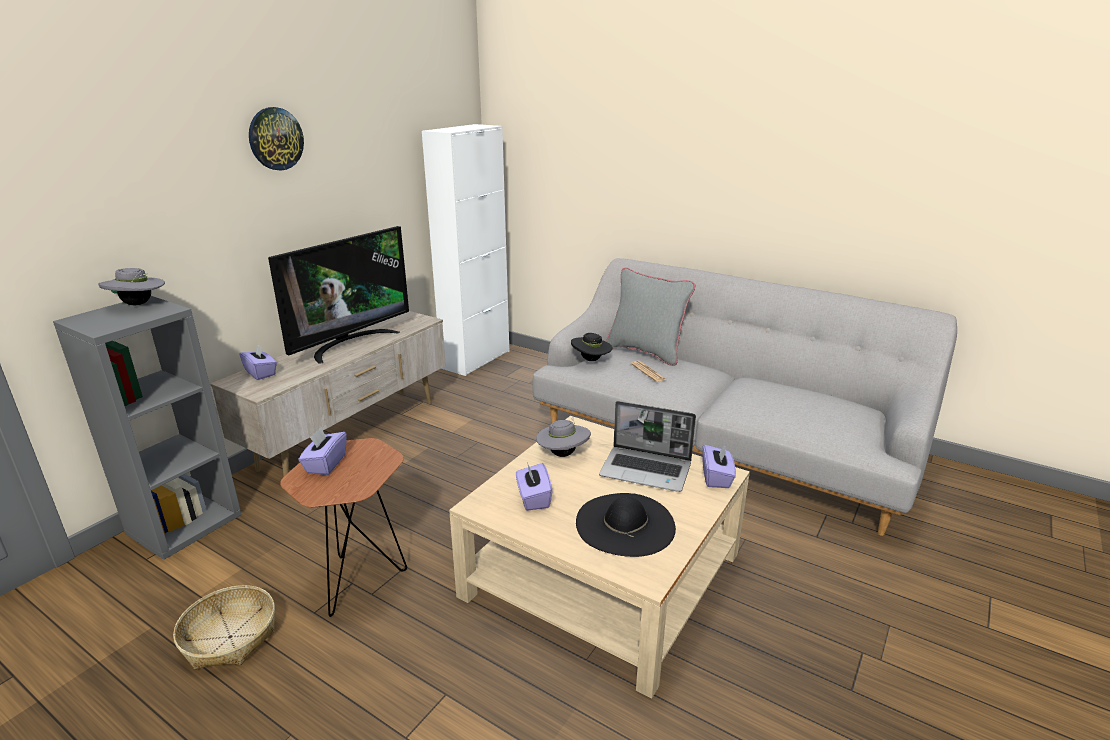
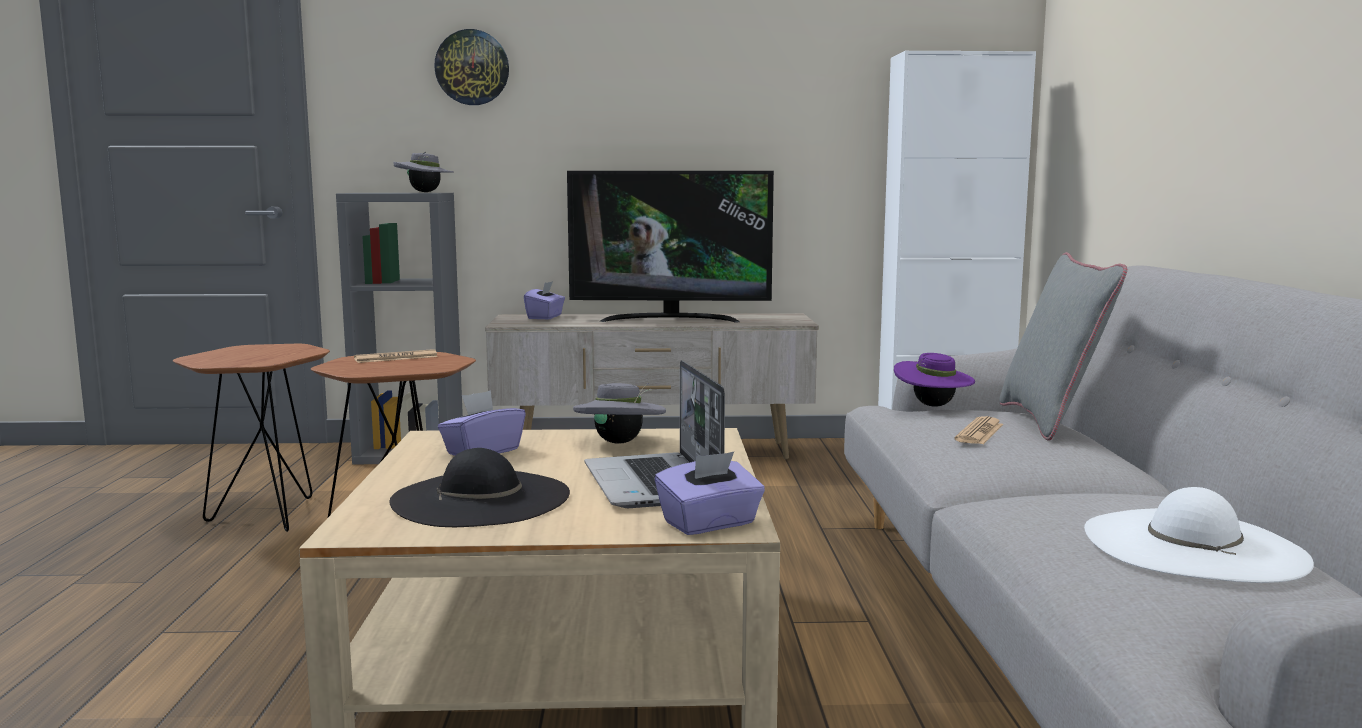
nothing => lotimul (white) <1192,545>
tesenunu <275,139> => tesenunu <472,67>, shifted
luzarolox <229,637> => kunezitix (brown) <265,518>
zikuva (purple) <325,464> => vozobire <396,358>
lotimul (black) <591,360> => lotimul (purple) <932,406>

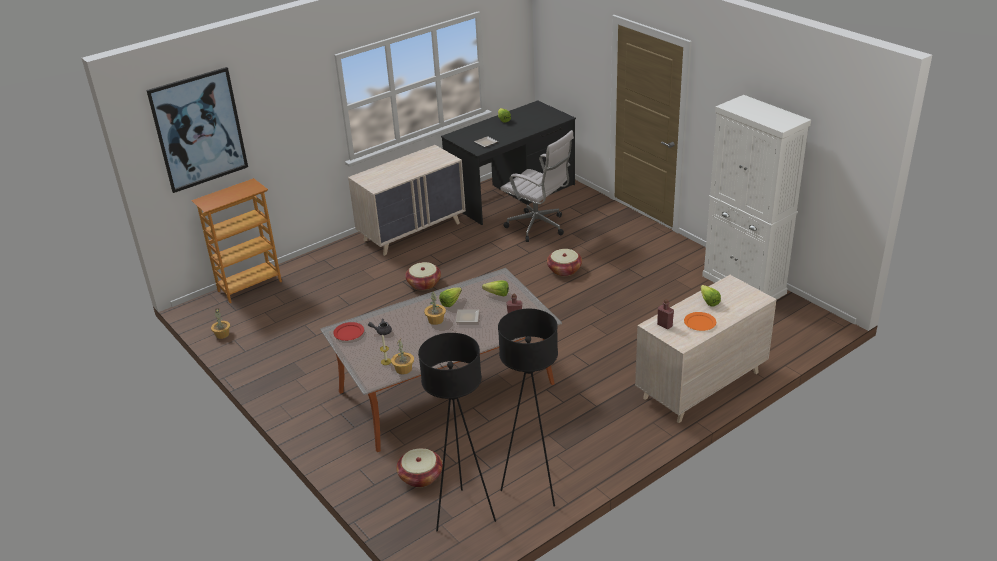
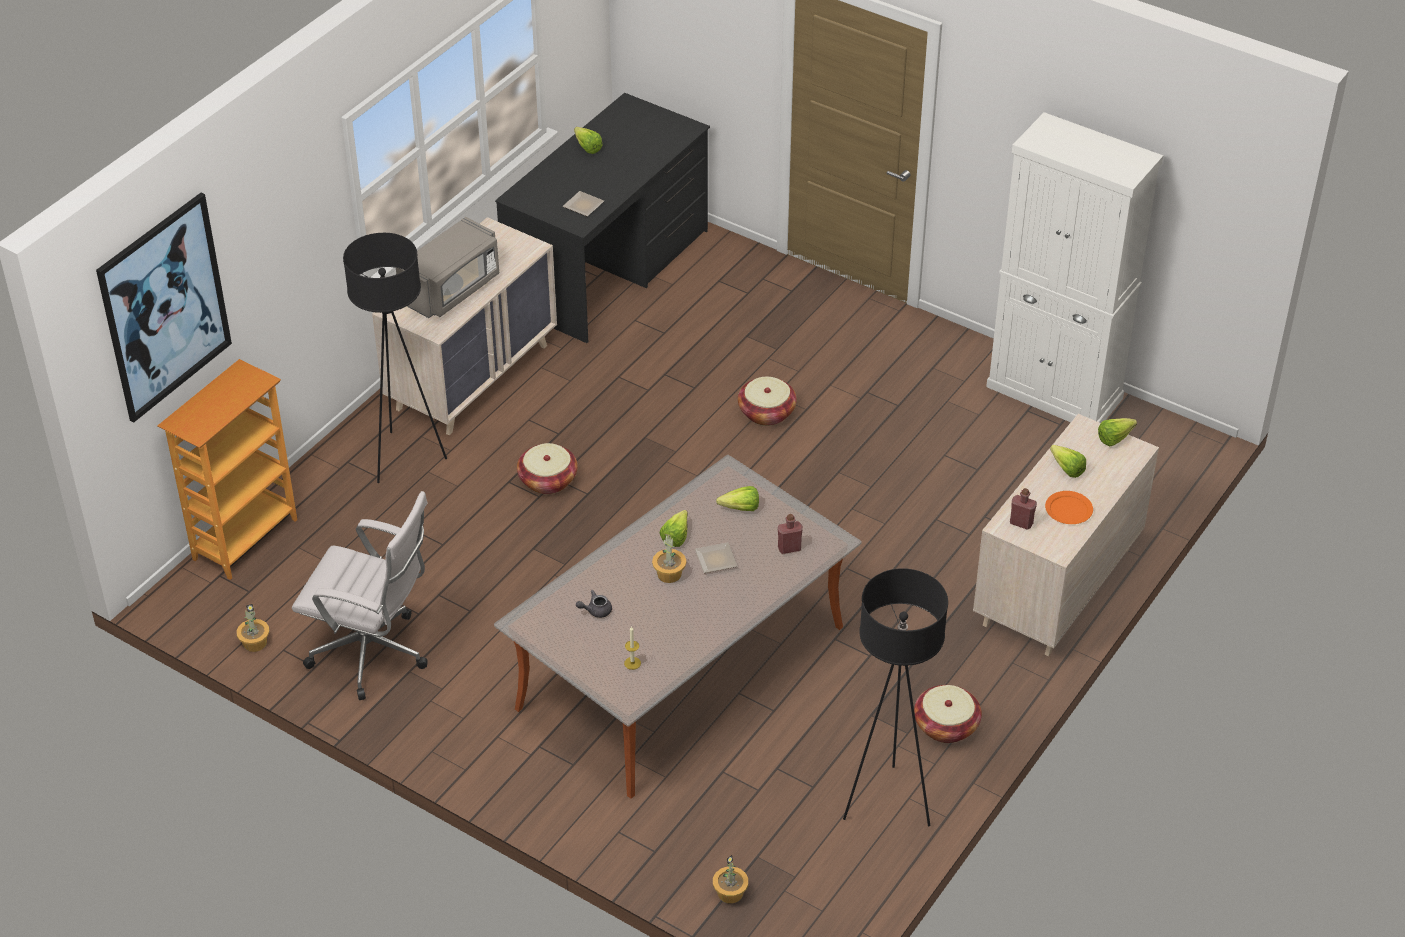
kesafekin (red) <348,333> => nothing
nothing => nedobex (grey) <452,289>
nothing => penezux <1117,438>
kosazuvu <404,369> => kosazuvu <730,893>, shifted
luzarolox <420,476> => luzarolox <946,726>, shifted
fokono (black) <463,514> => fokono (black) <404,458>, shifted
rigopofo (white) <539,227> => rigopofo (white) <374,655>, shifted

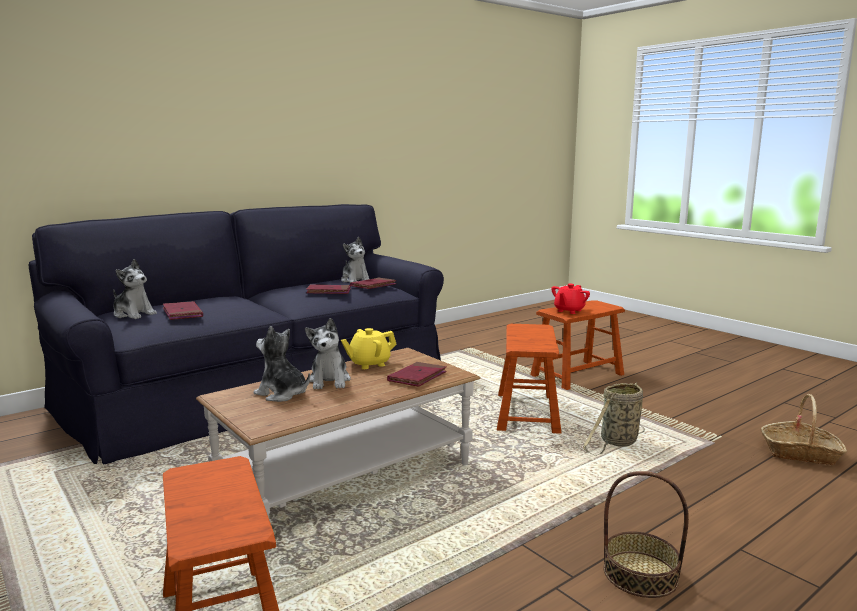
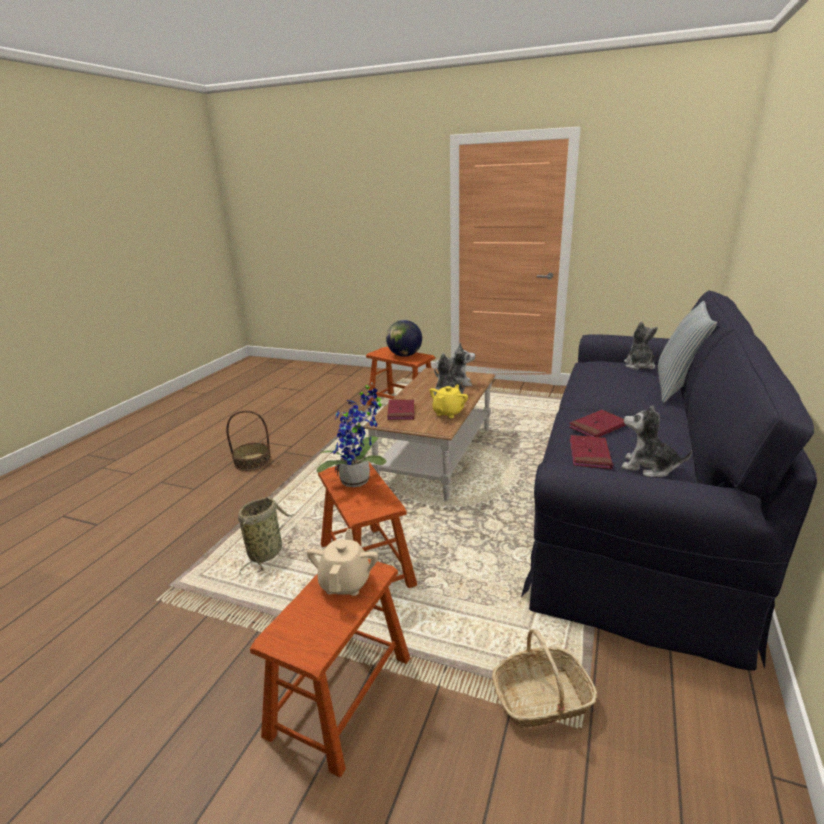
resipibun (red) <182,313> => nothing
nothing => kosazuvu <359,481>
nothing => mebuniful <404,355>
nothing => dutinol <677,388>
luzarolox <800,453> => luzarolox <541,699>, shifted
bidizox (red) <569,311> => bidizox (beige) <345,583>
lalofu <134,314> => lalofu <639,366>, 90 degrees clockwise

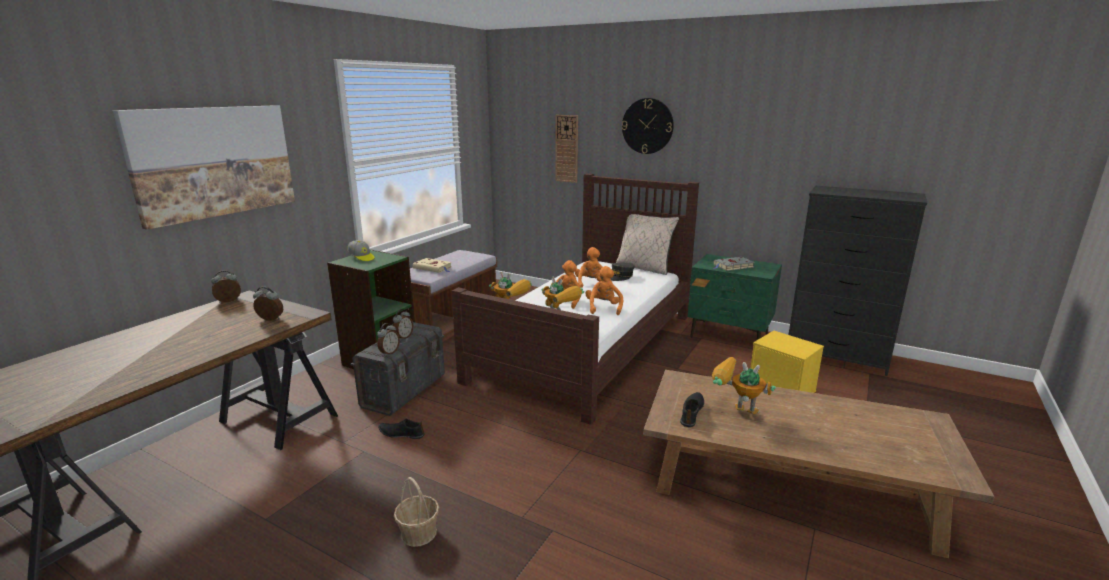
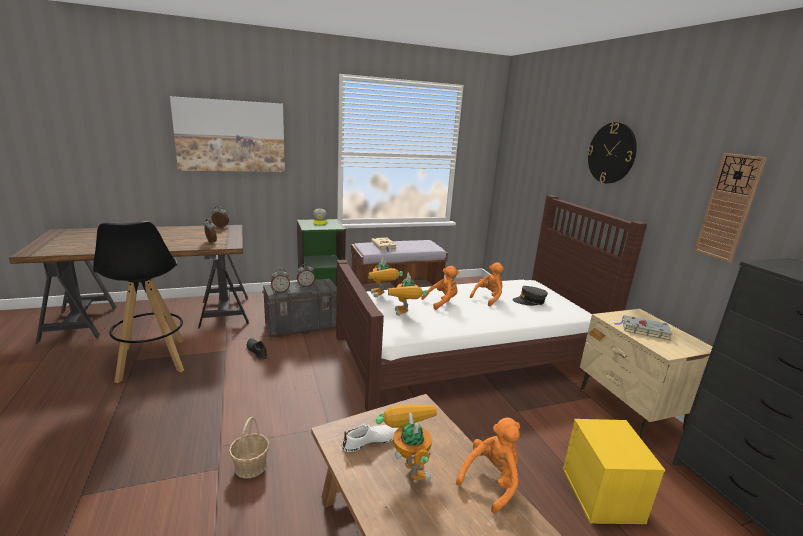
dutinol (beige) <644,268> => nothing
nothing => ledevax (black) <152,360>
luzarolox <419,532> => luzarolox <251,466>, shifted
tesenunu <566,149> => tesenunu <728,207>, shifted
lalofu (orange) <604,308> => lalofu (orange) <491,481>, shifted
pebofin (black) <692,413> => pebofin (white) <371,441>
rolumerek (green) <729,335> => rolumerek (beige) <629,410>

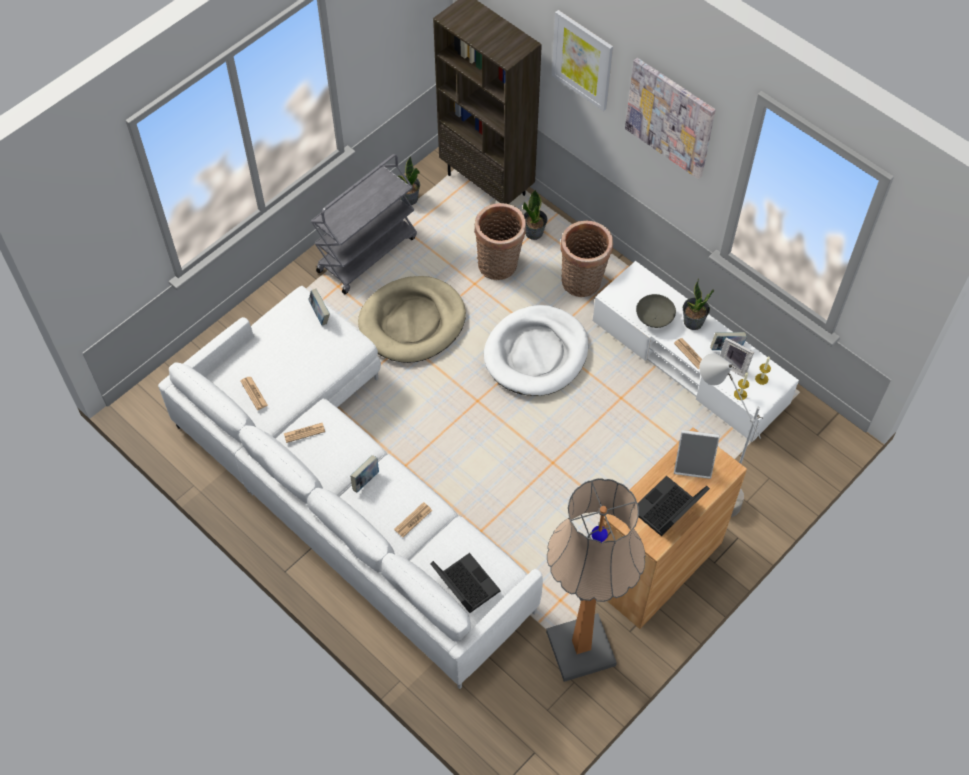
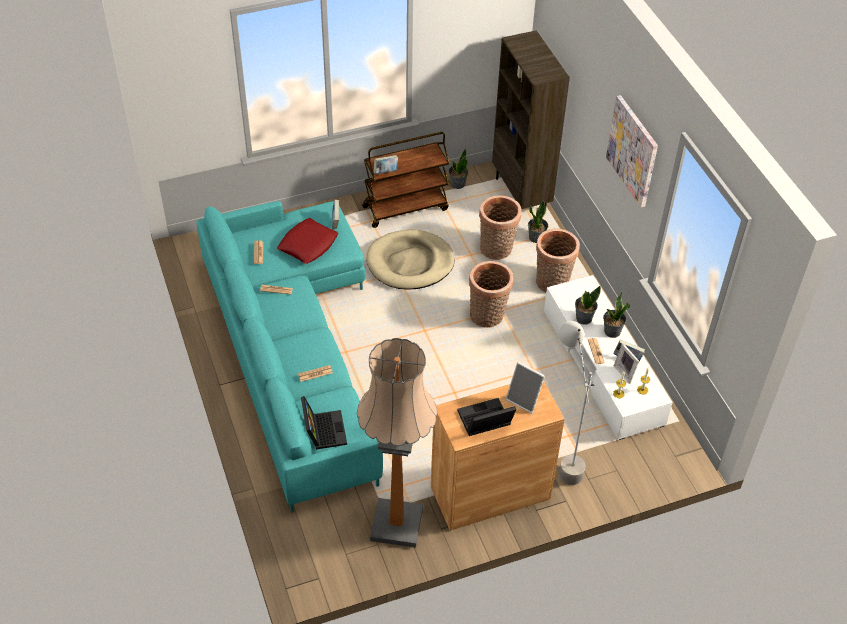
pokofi <582,60> => nothing
nothing => dutinol (red) <308,245>
resipibun <365,480> => resipibun <385,172>, shifted
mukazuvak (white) <536,354> => luzarolox <488,317>
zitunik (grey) <655,318> => kosazuvu <583,318>
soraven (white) <346,490> => soraven (turquoise) <294,350>
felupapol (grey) <367,253> => felupapol (brown) <406,207>

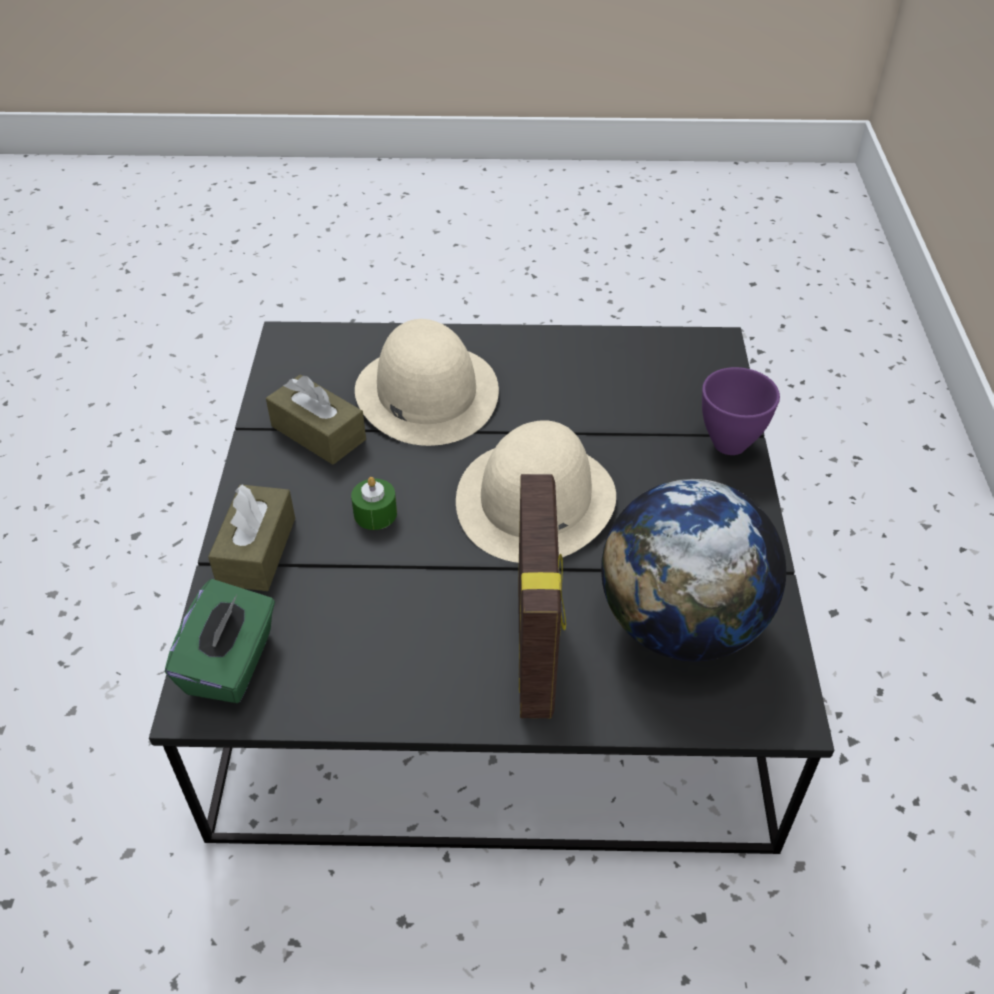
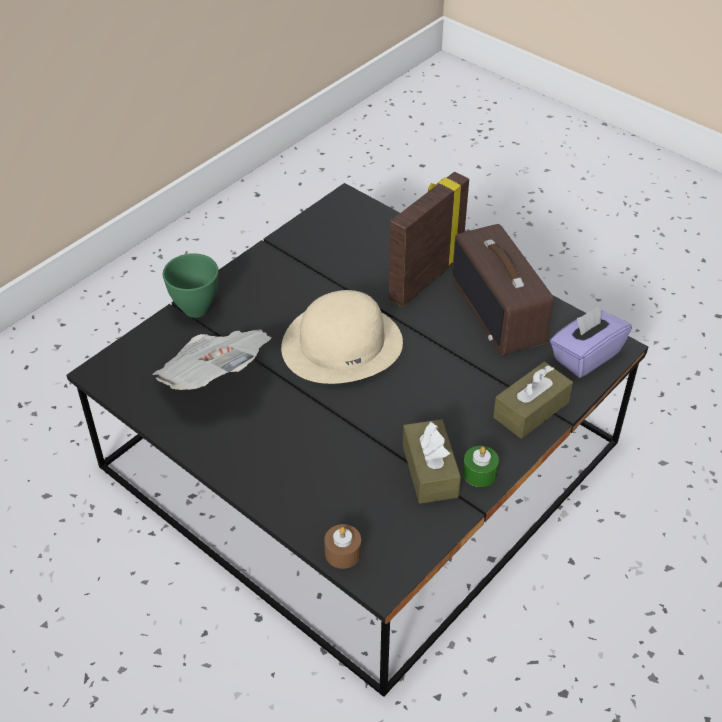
lotimul (beige) <426,392> => nothing
mebuniful <681,624> => nothing
nothing => vozobire <214,378>
nothing => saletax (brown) <343,553>
nothing => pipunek <499,312>
saletax (green) <375,513> => saletax (green) <479,473>, shifted
zikuva (green) <231,664> => zikuva (purple) <585,356>
zitunik (purple) <731,445> => zitunik (green) <196,308>

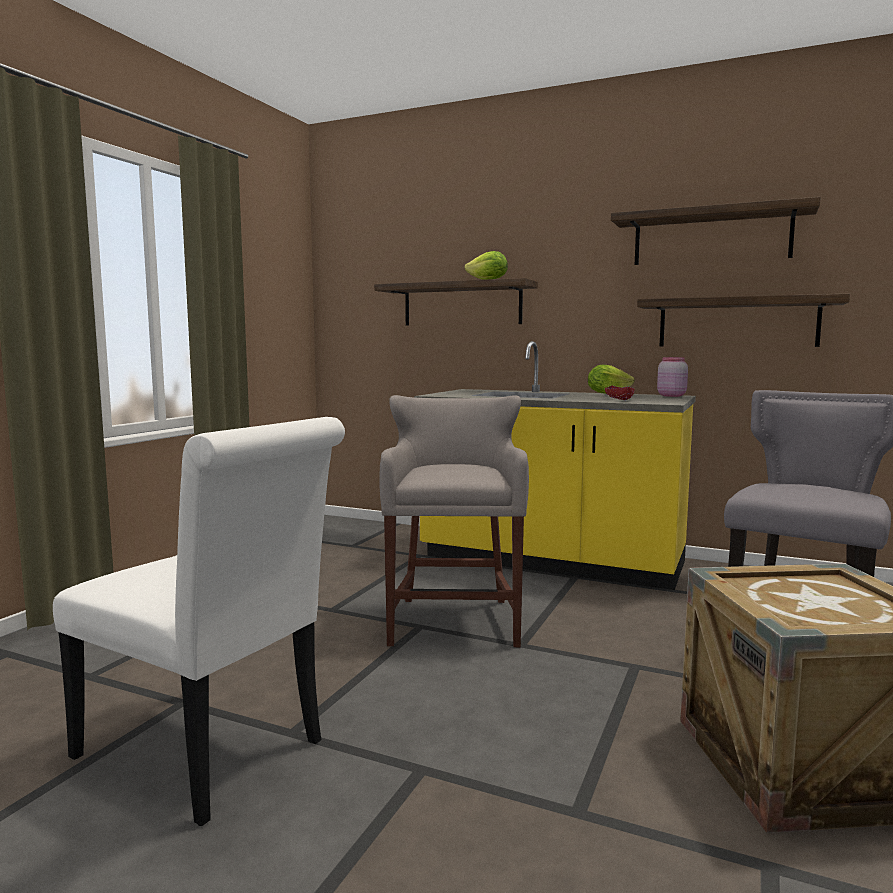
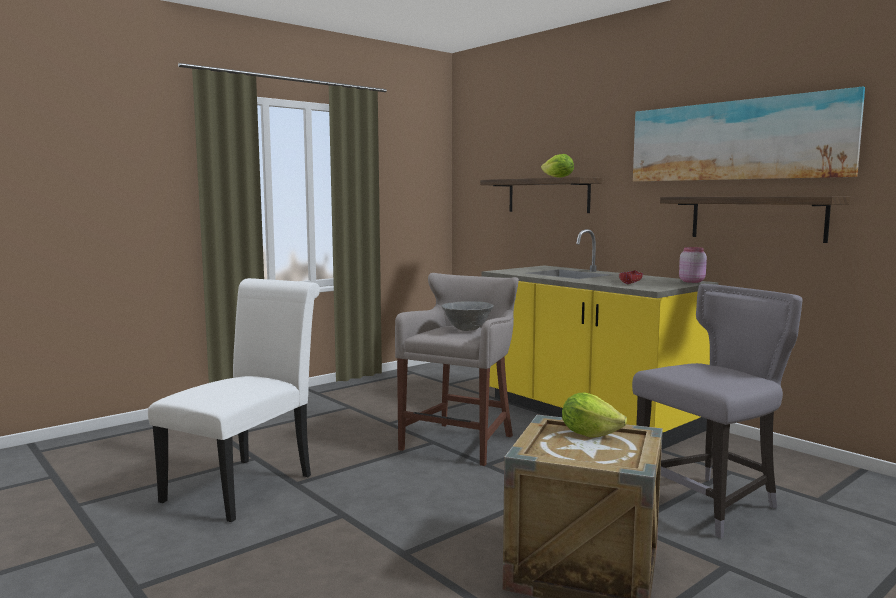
nothing => zitunik (grey) <467,330>
penezux <607,393> => penezux <589,434>, shifted
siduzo <711,237> => pokofi <736,140>
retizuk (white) <210,755> => retizuk (white) <246,485>, 120 degrees counterclockwise

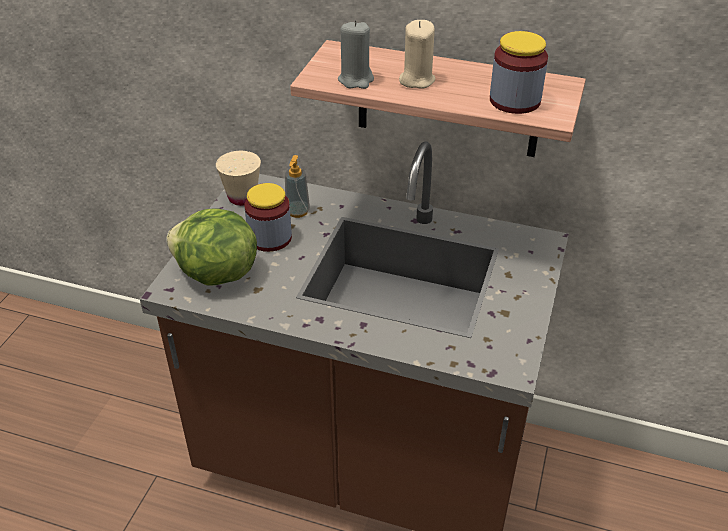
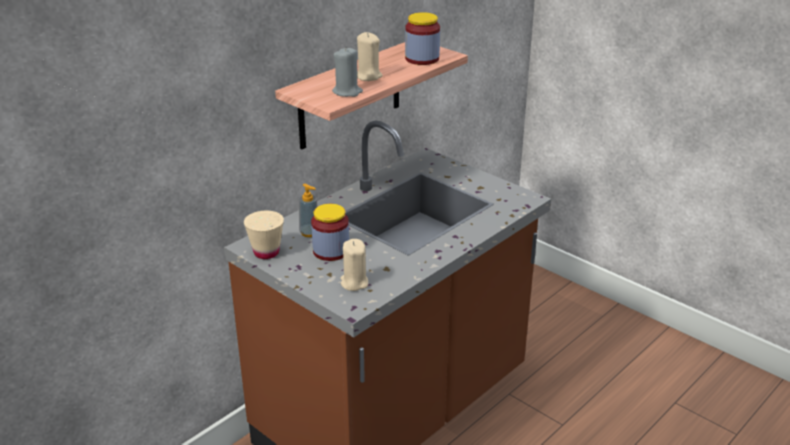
penezux <216,274> => saletax (beige) <354,283>

